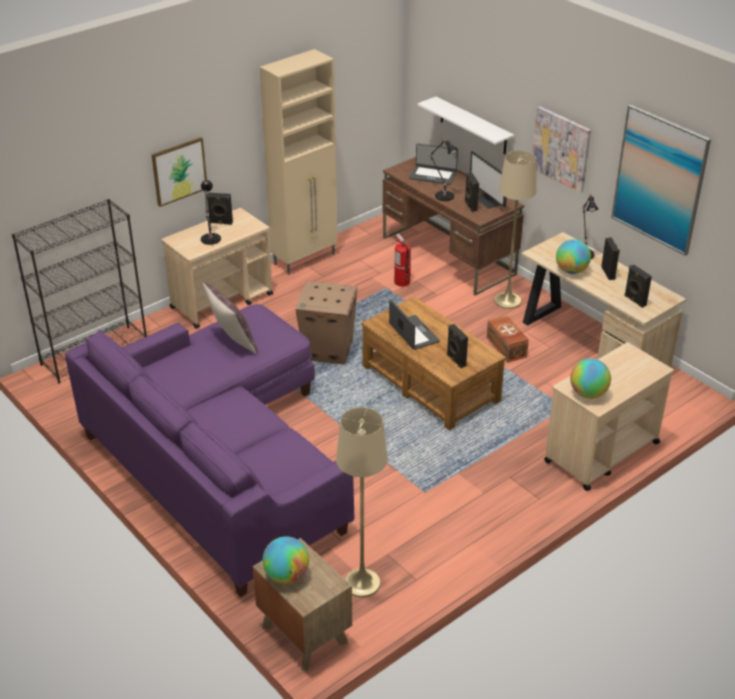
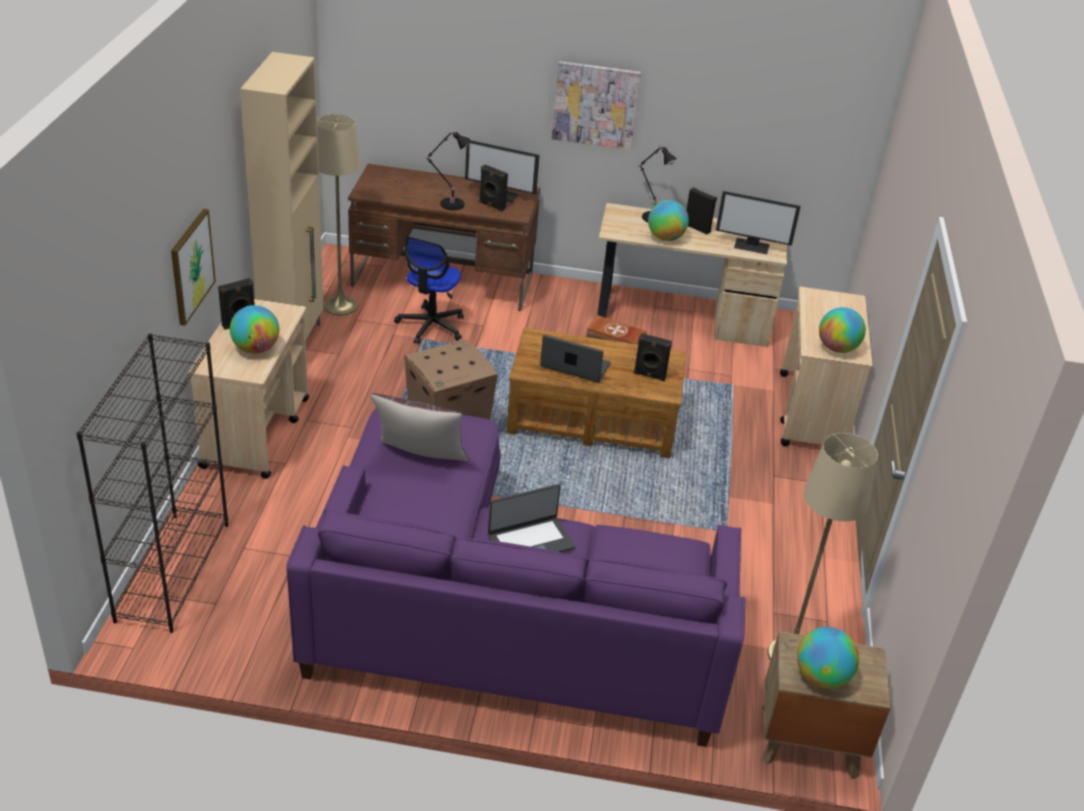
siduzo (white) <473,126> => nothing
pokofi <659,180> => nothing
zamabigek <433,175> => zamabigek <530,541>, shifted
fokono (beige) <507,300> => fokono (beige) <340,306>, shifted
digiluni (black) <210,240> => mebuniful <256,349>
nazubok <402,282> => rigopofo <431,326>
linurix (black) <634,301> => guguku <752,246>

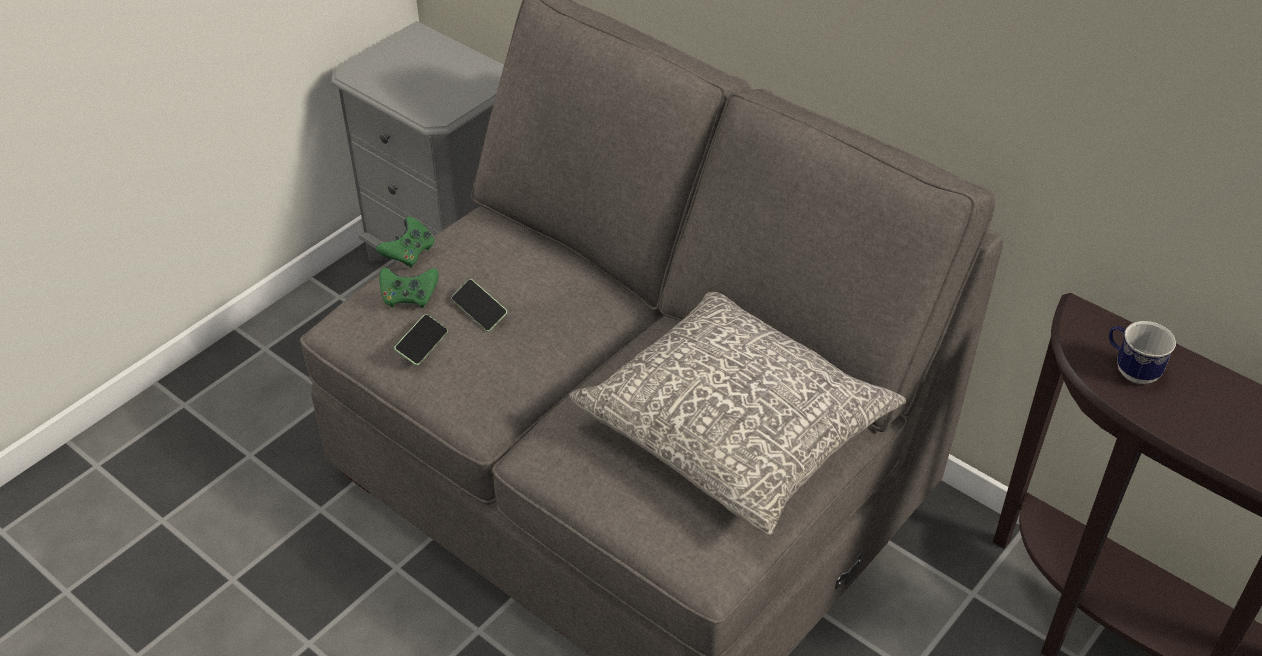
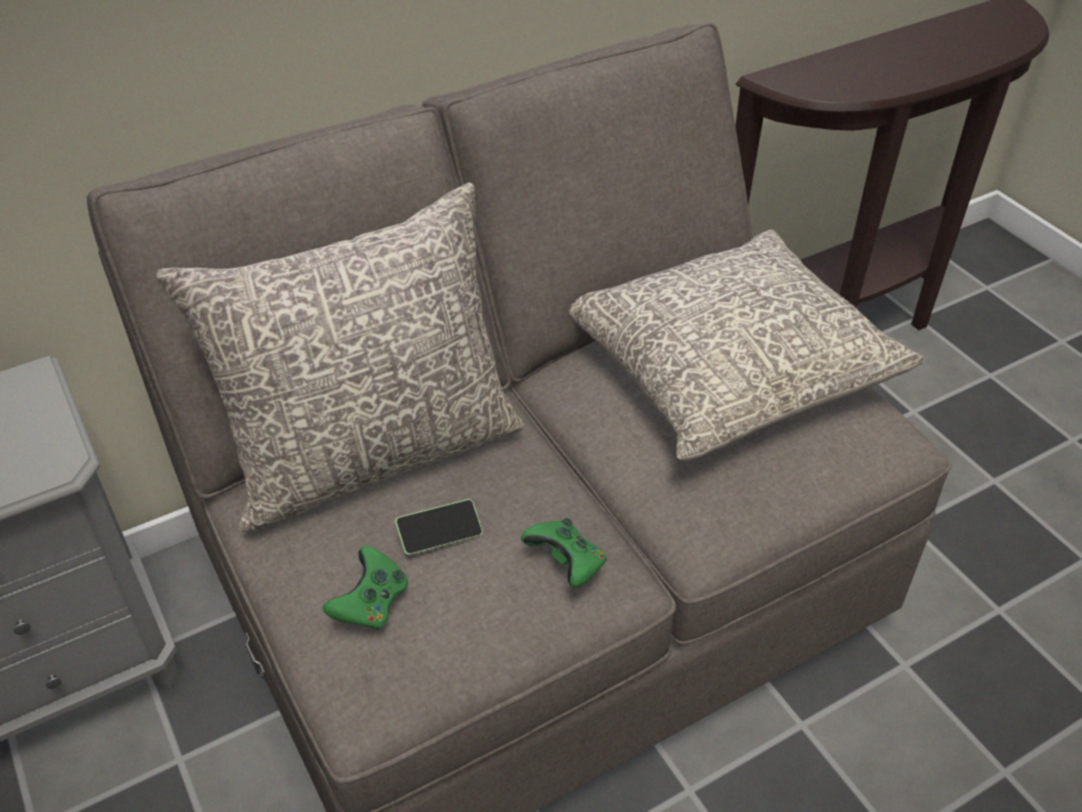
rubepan <422,346> => nothing
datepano <1130,370> => nothing
nothing => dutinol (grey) <373,453>
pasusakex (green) <409,254> => pasusakex (green) <567,564>, shifted

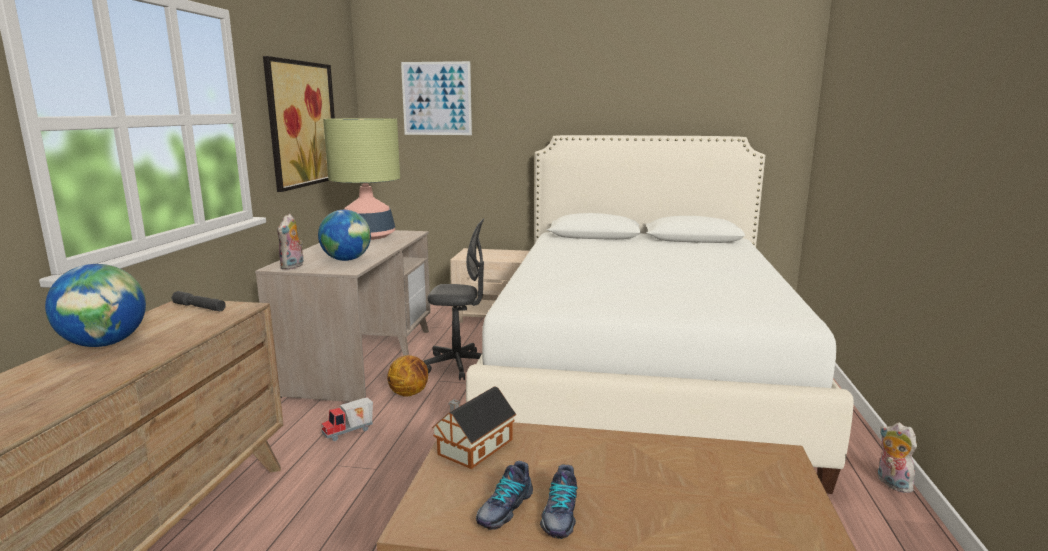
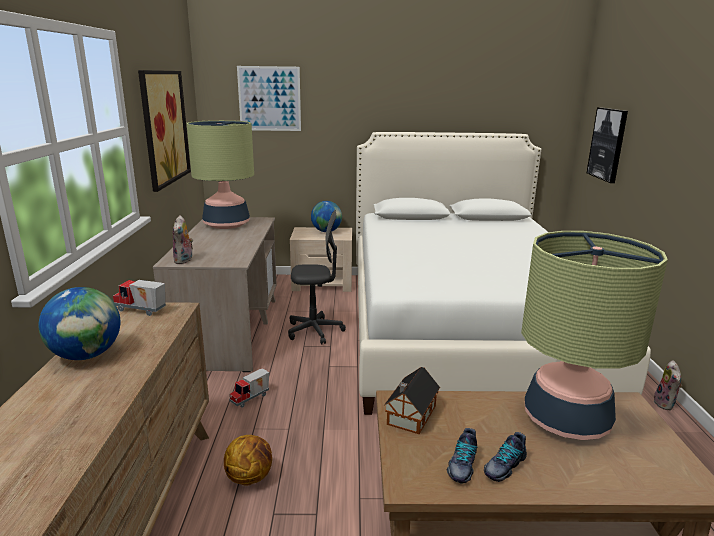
nothing => digiluni <566,419>
nothing => pokofi <608,144>
mebuniful <346,260> => mebuniful <326,231>, shifted
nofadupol <409,393> => nofadupol <250,477>, shifted
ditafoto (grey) <199,307> => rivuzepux <140,311>
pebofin <559,515> => pebofin <504,466>, 45 degrees clockwise
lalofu <891,483> => lalofu <665,404>, 135 degrees counterclockwise

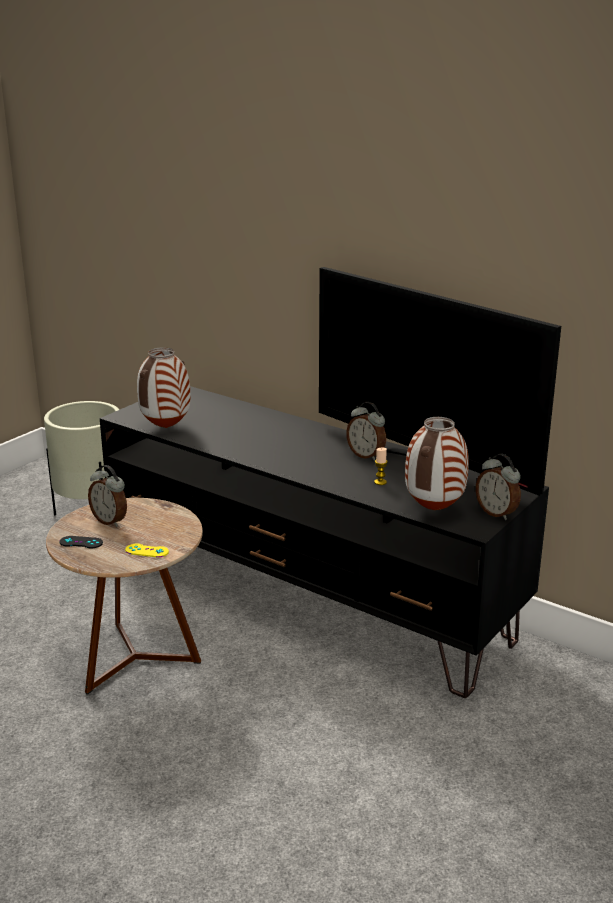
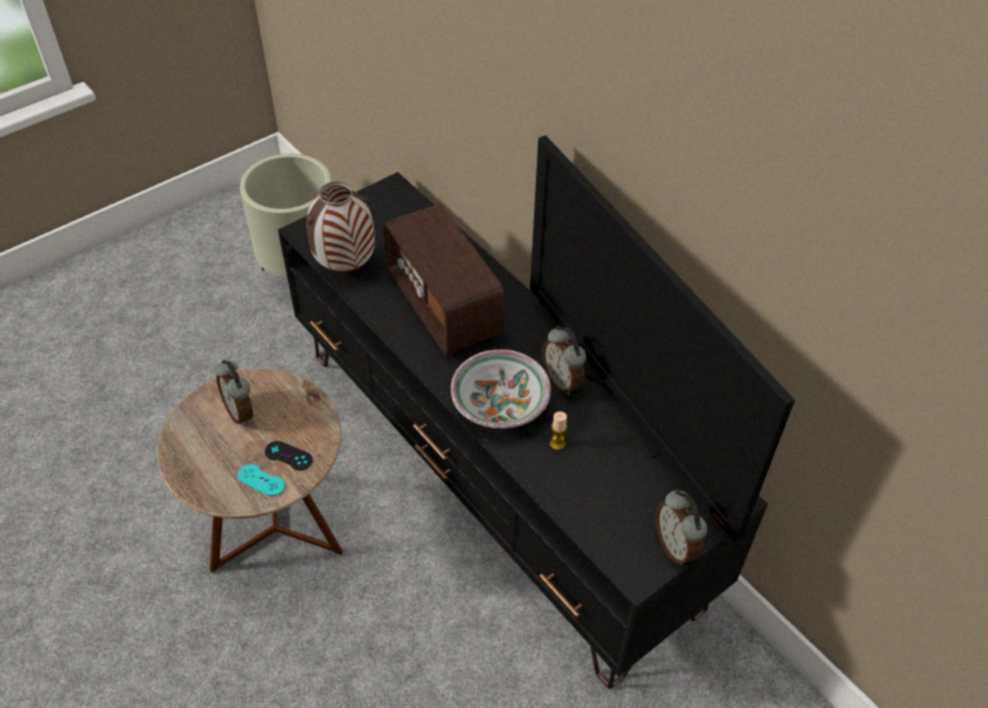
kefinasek <433,509> => nothing
nothing => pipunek <443,305>
nothing => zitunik <499,405>
pasusakex (black) <81,542> => pasusakex (black) <288,456>, shifted
pasusakex (yellow) <147,551> => pasusakex (turquoise) <261,480>

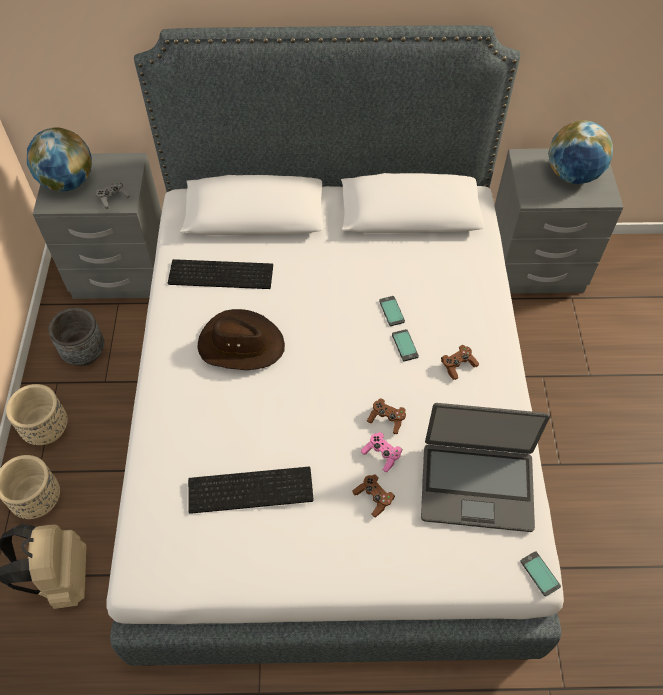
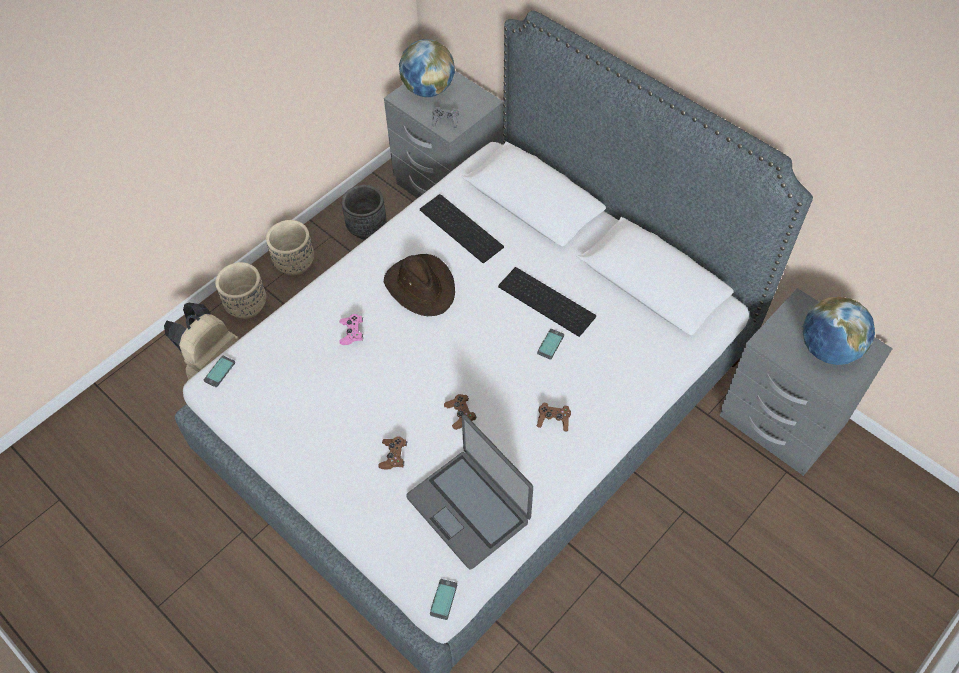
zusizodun <251,487> => zusizodun <548,301>, shifted
pasusakex (pink) <382,454> => pasusakex (pink) <352,333>, shifted
rubepan <405,345> => rubepan <220,372>, shifted

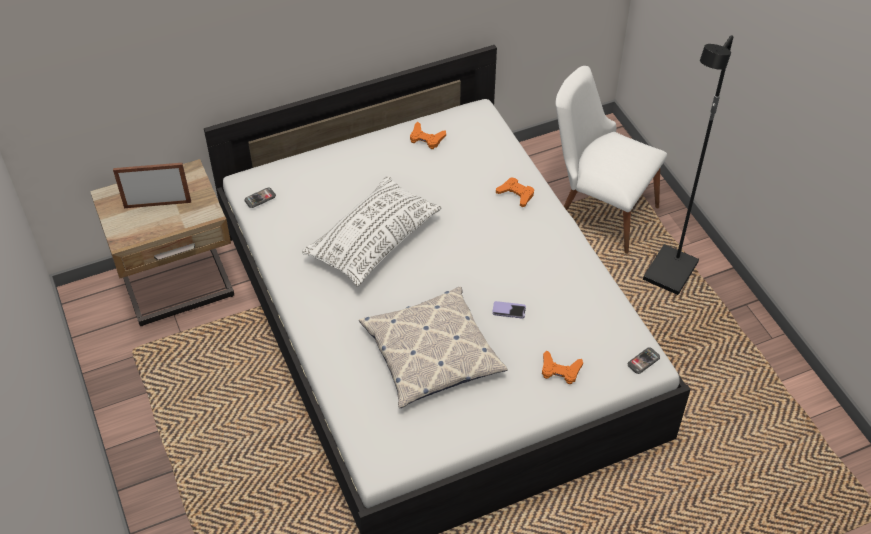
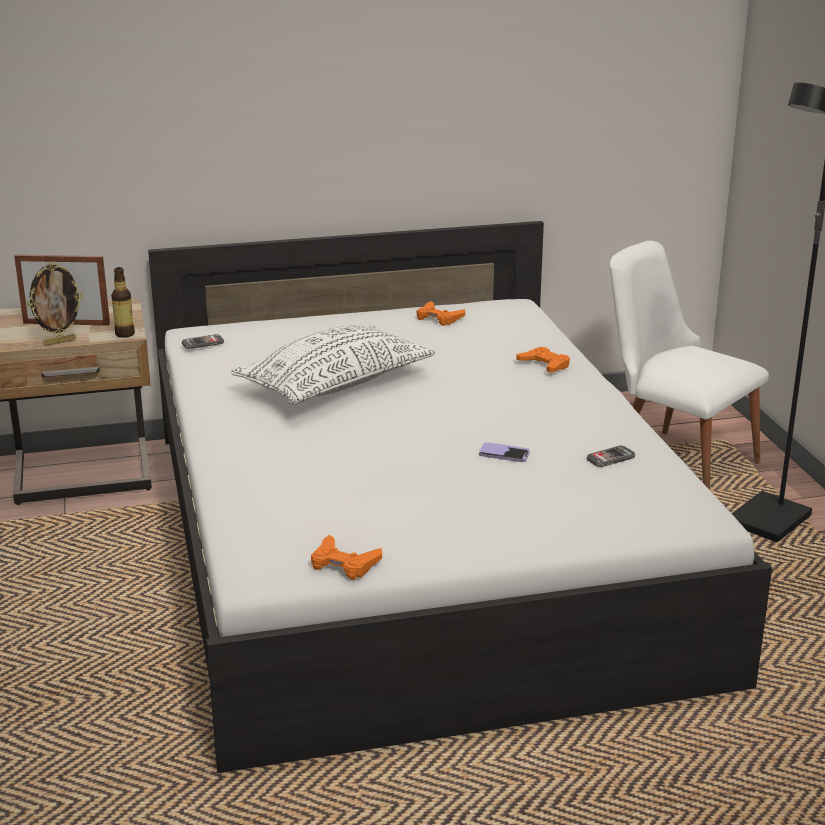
dutinol <431,354> => nothing
nothing => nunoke <59,342>
nothing => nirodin <125,334>
pasusakex (orange) <560,370> => pasusakex (orange) <344,564>, shifted
rubepan <643,361> => rubepan <610,458>, shifted

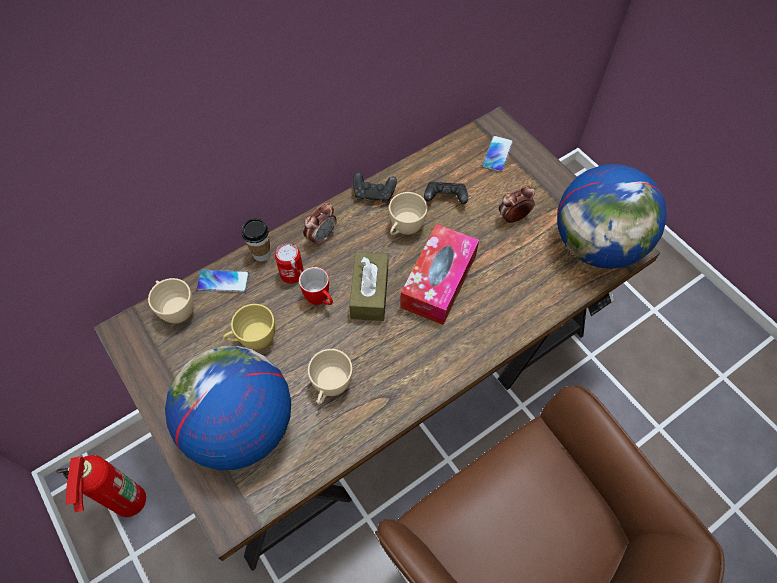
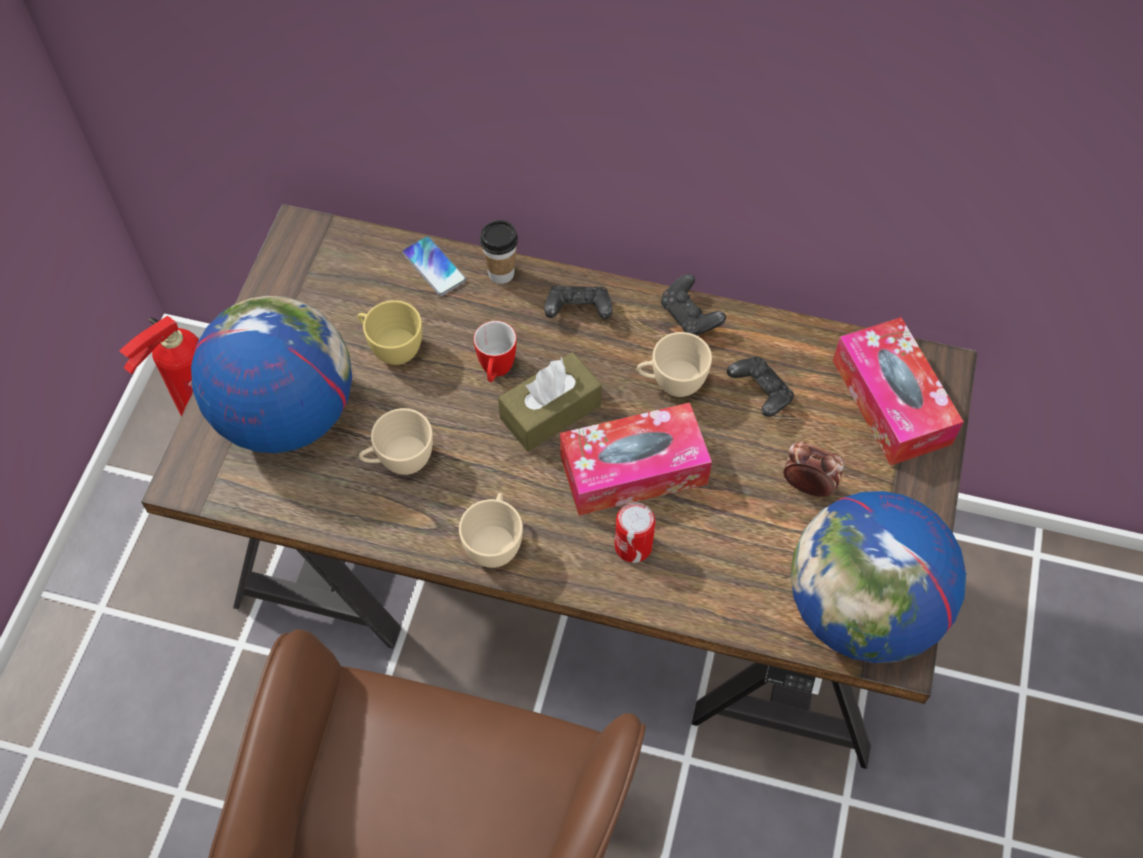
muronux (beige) <176,309> => muronux (beige) <494,543>, shifted
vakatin <292,274> => vakatin <633,546>, shifted
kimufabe <321,237> => pasusakex (black) <578,311>
rubepan <497,154> => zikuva <891,402>

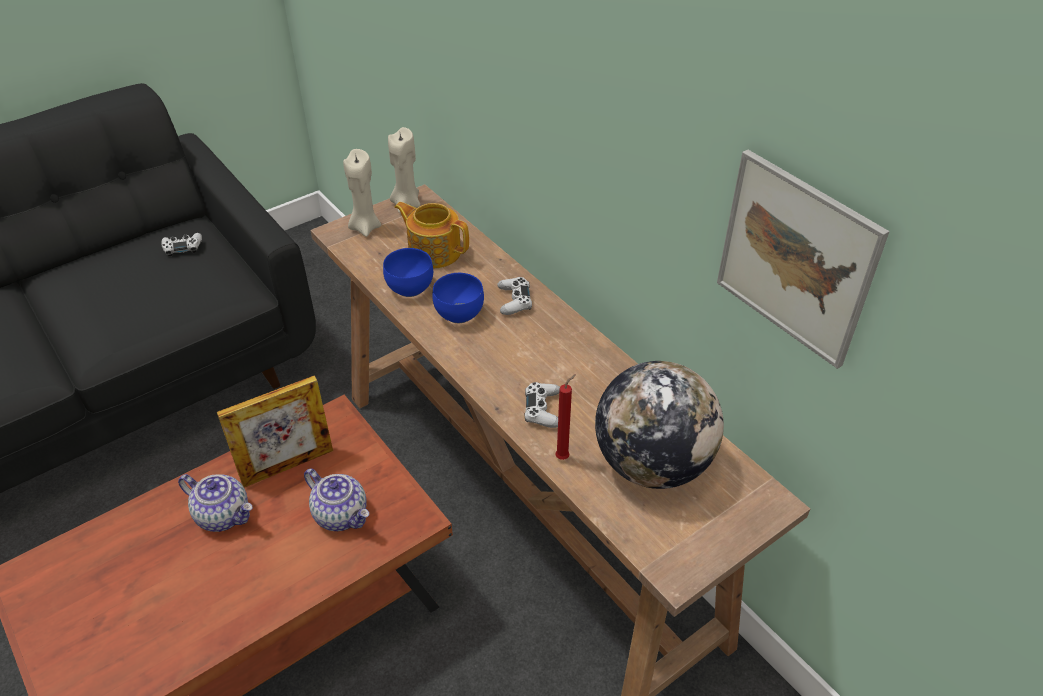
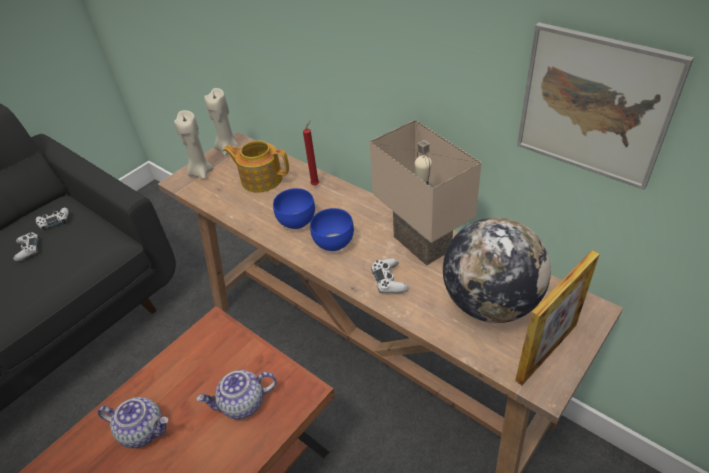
nothing => digiluni (beige) <419,244>
nunoke <288,466> => nunoke <546,352>, shifted
zitunik (blue) <409,289> => zitunik (blue) <333,244>, shifted
pasusakex (white) <514,301> => pasusakex (white) <28,249>, shifted
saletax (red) <564,457> => saletax (red) <316,184>, shifted
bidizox <342,514> => bidizox <242,404>, 135 degrees clockwise

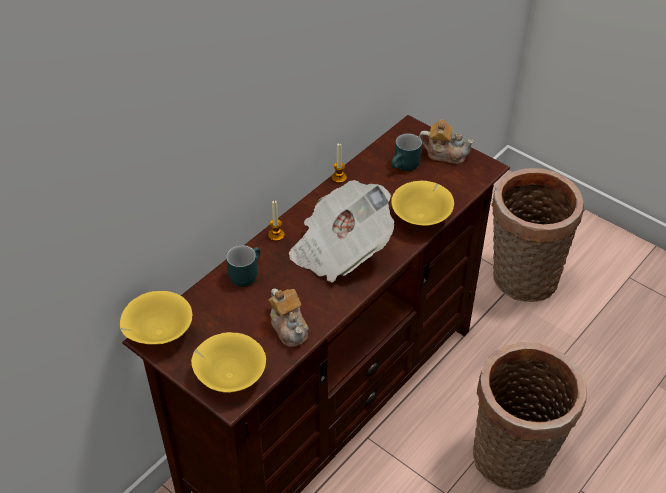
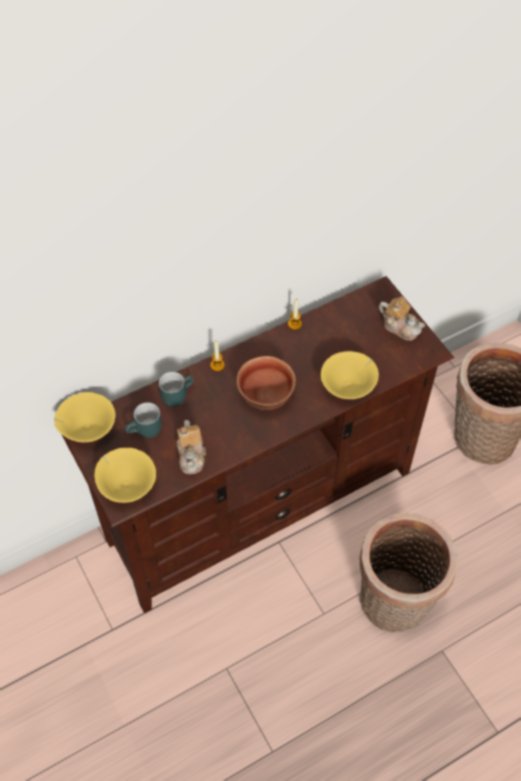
datepano (turquoise) <405,166> => datepano (turquoise) <146,431>, shifted
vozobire <340,249> => zitunik <264,395>

